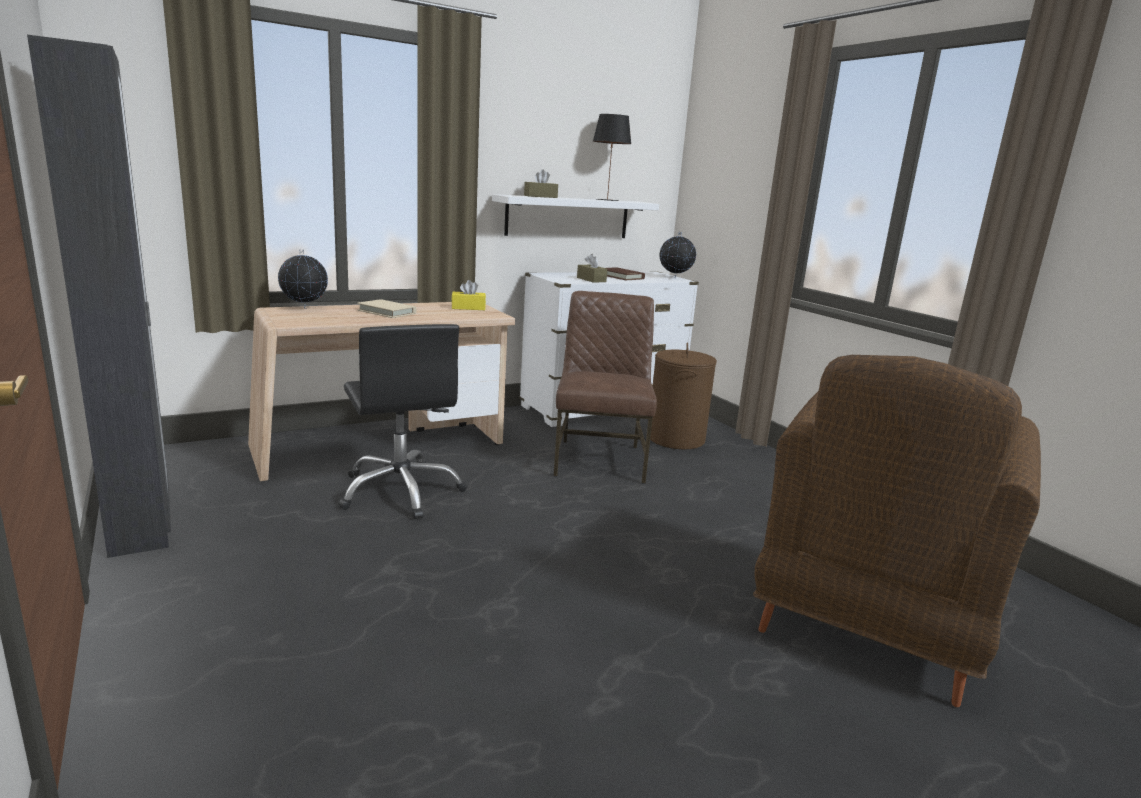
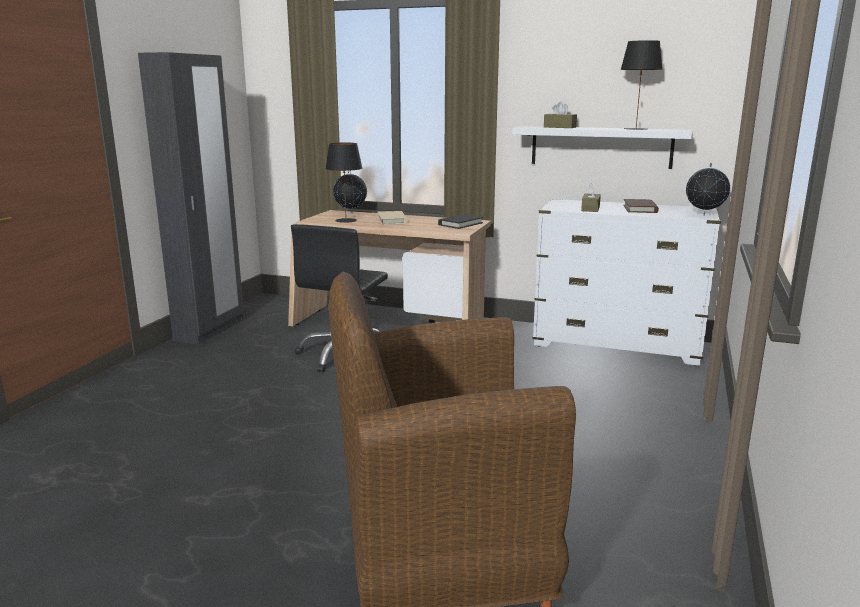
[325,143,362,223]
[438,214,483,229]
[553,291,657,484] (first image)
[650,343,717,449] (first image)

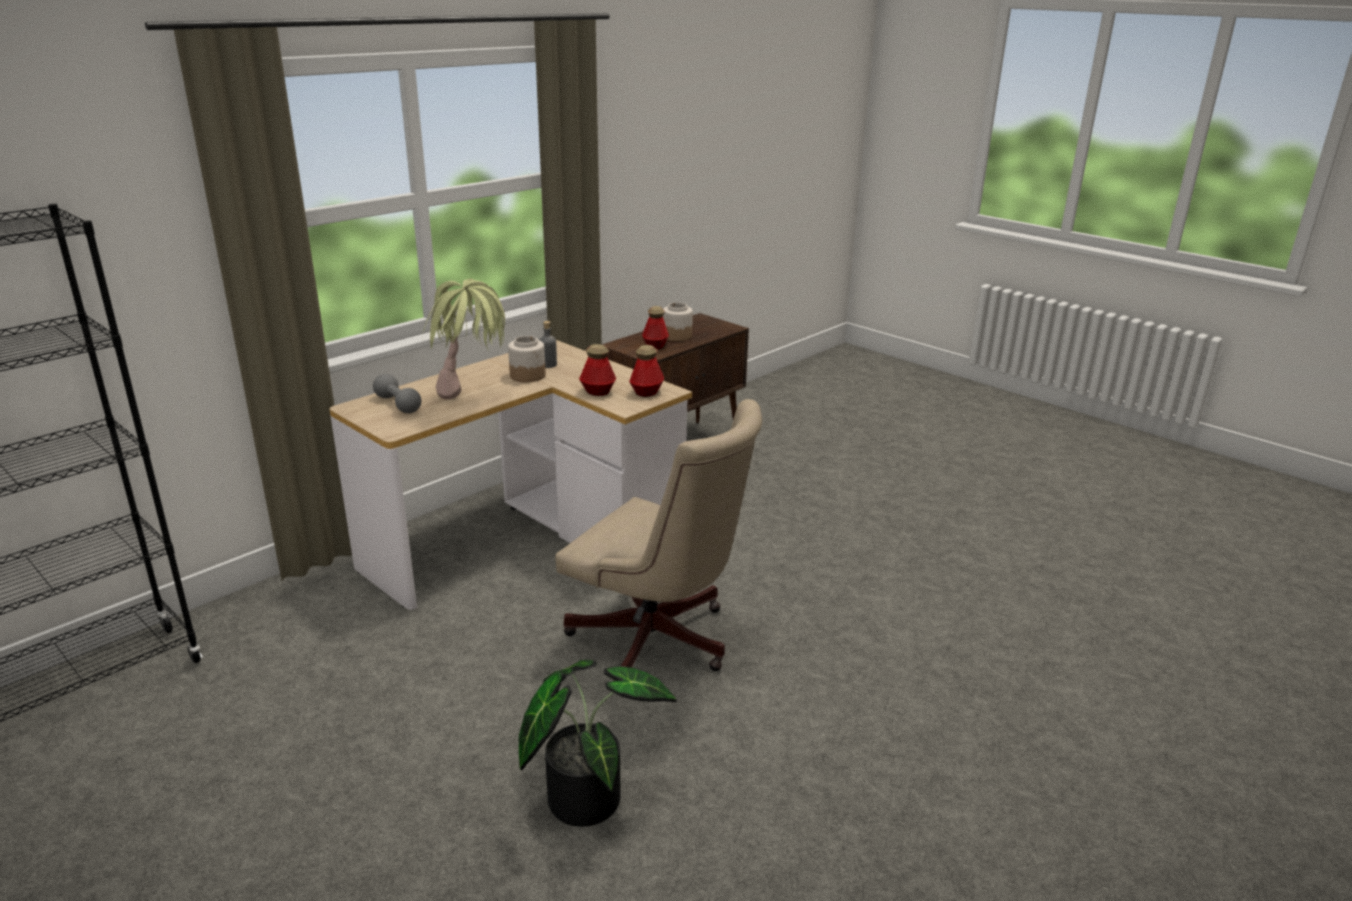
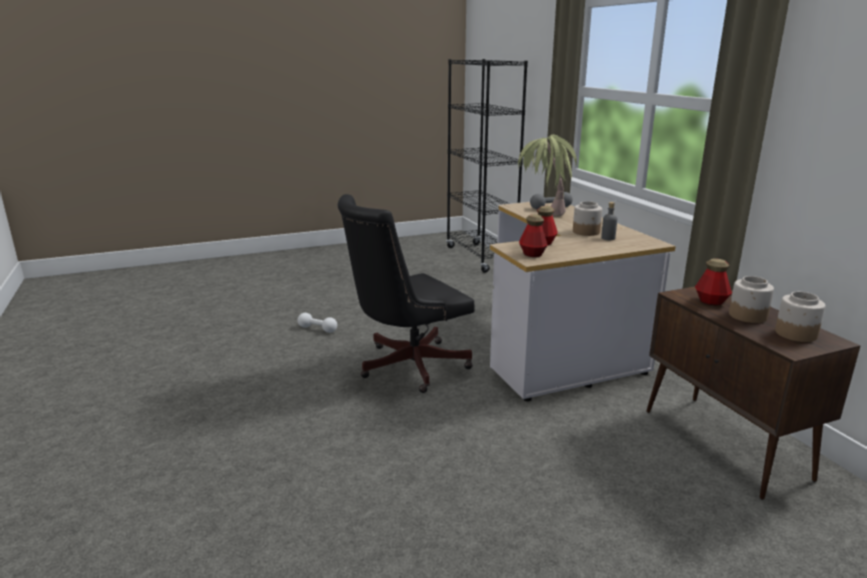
[297,313,337,333]
[338,194,475,393]
[775,292,825,342]

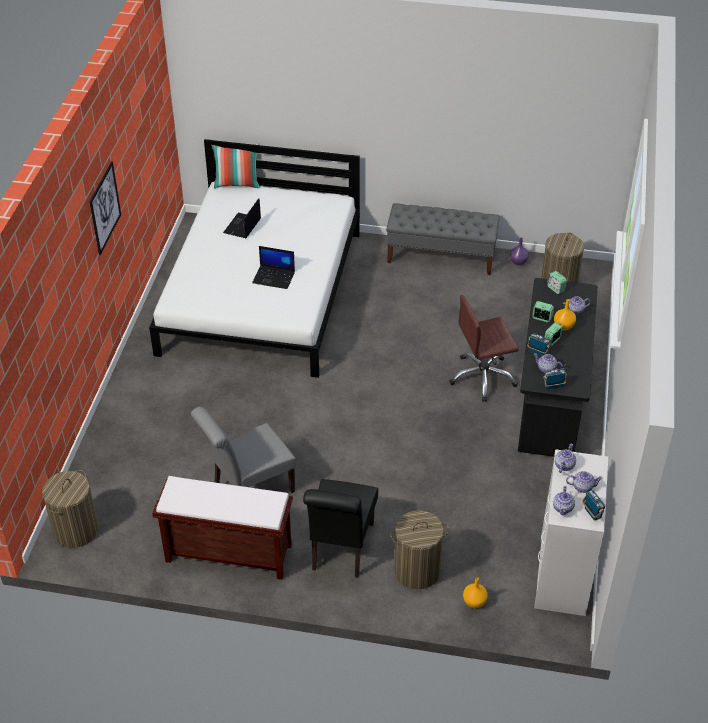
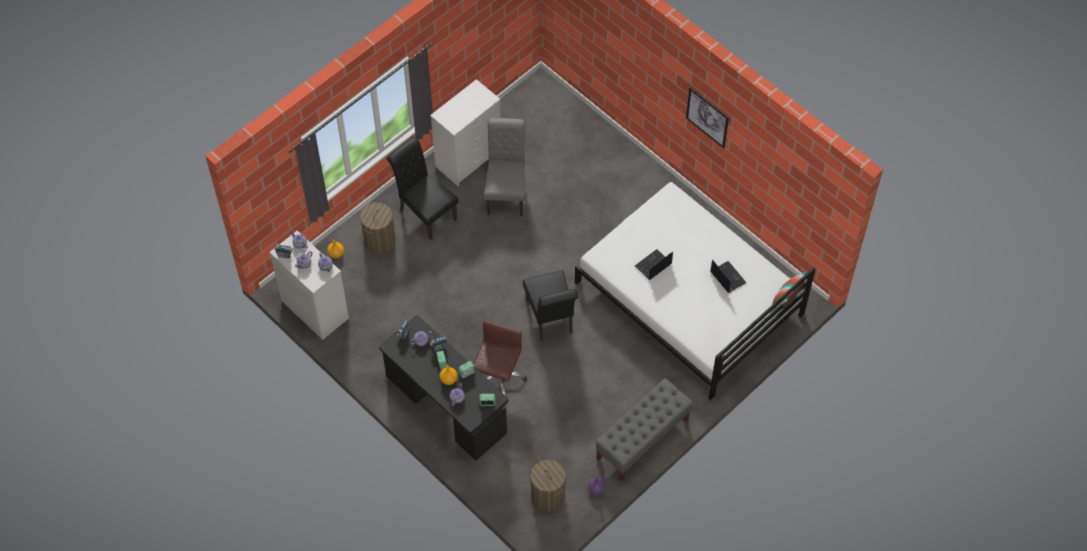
[430,79,500,186]
[523,270,578,341]
[42,470,99,548] (first image)

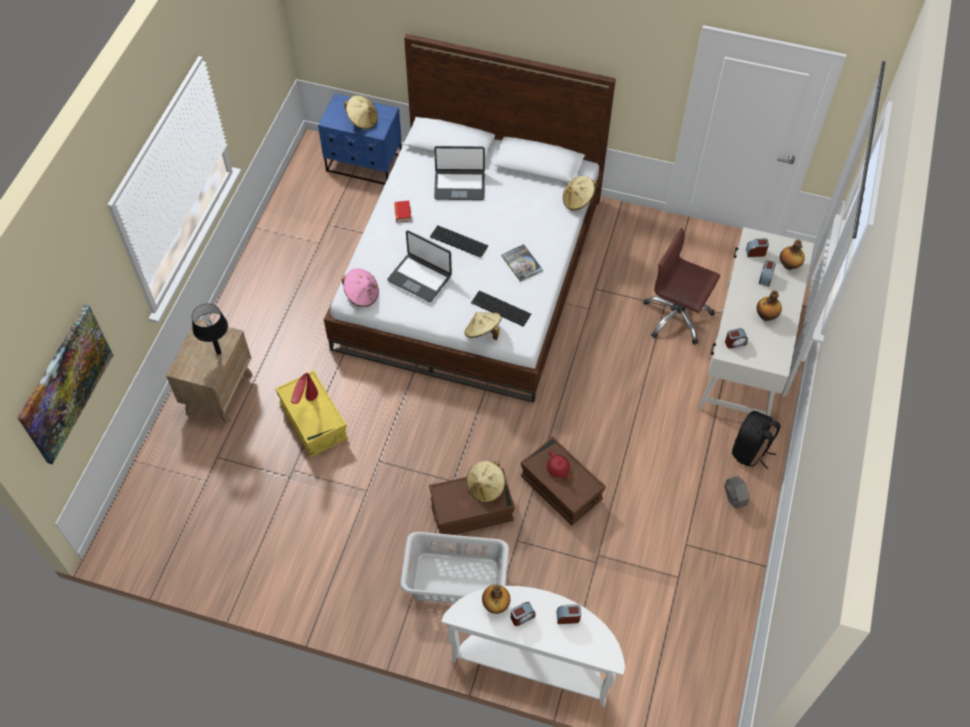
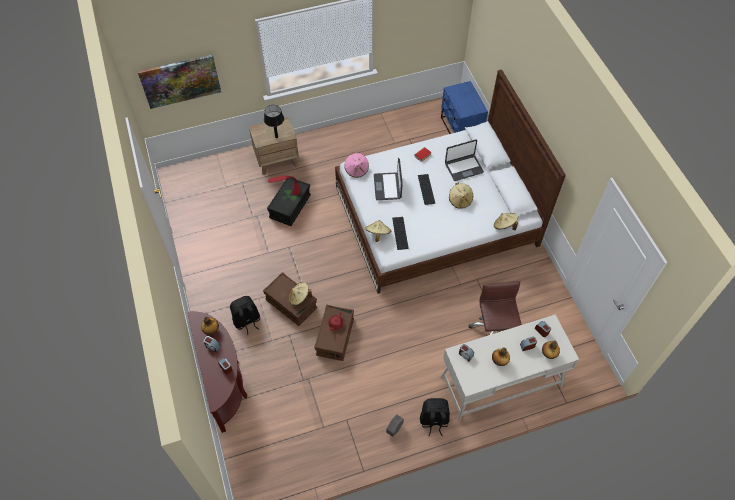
[187,311,247,433]
[230,296,260,335]
[267,178,311,226]
[445,140,484,181]
[449,183,473,209]
[501,244,543,282] (first image)

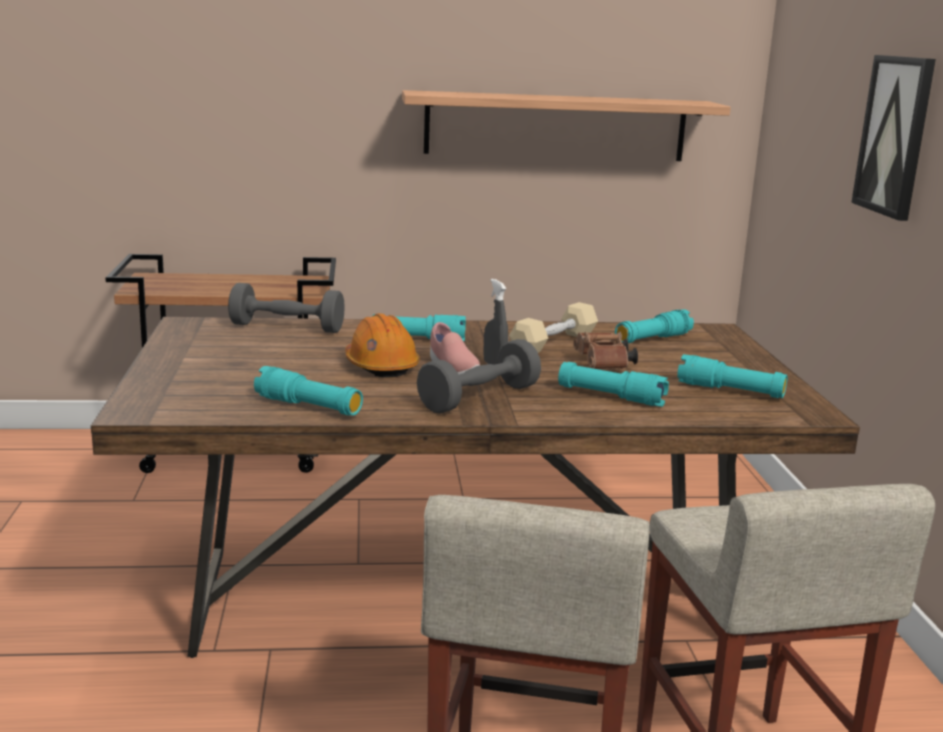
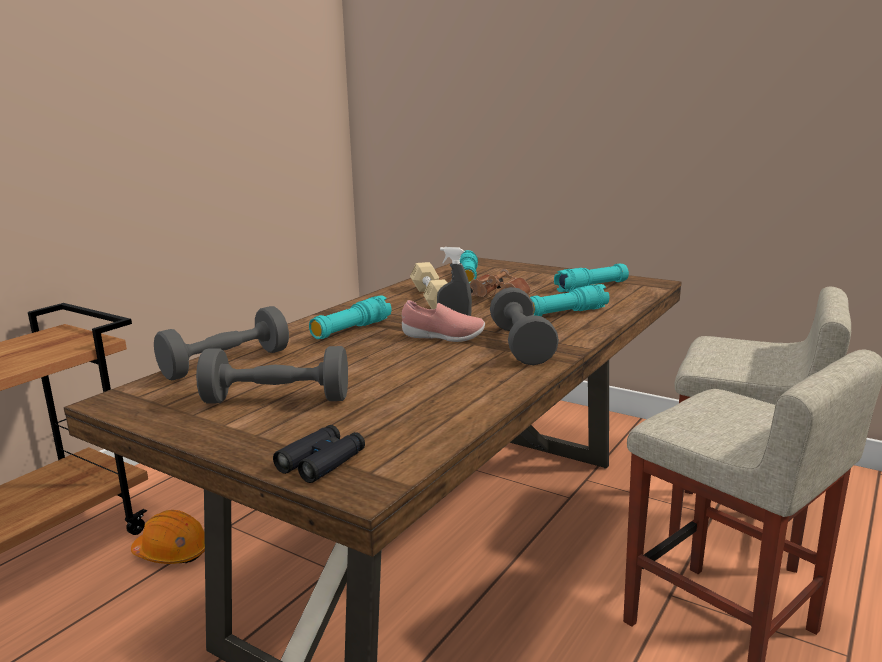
[131,510,205,564]
[196,346,348,404]
[273,425,365,483]
[254,366,363,416] (first image)
[402,90,731,161] (first image)
[851,55,936,221] (first image)

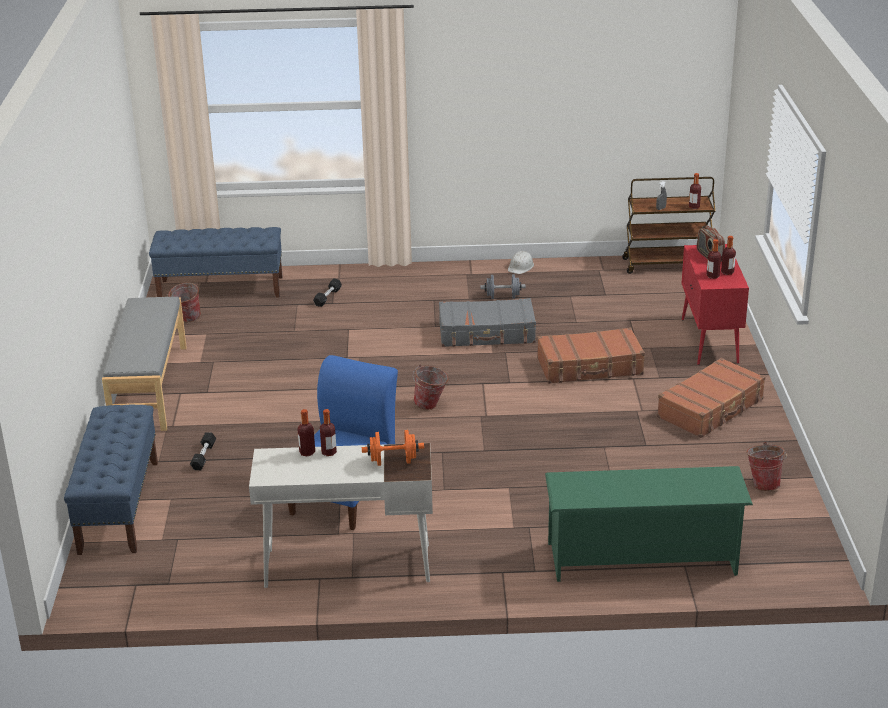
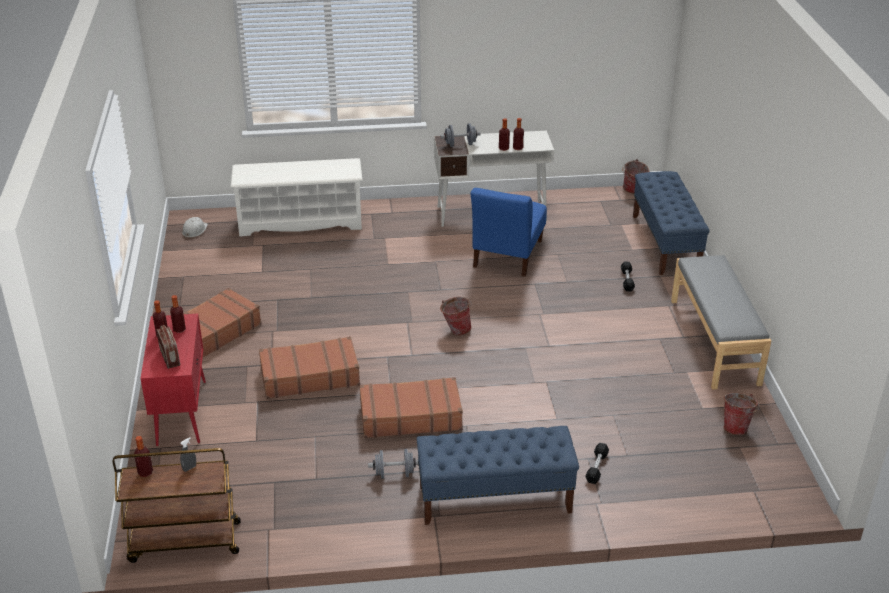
[182,217,208,237]
[231,158,362,237]
[360,377,463,438]
[417,426,579,525]
[440,123,481,147]
[622,159,649,193]

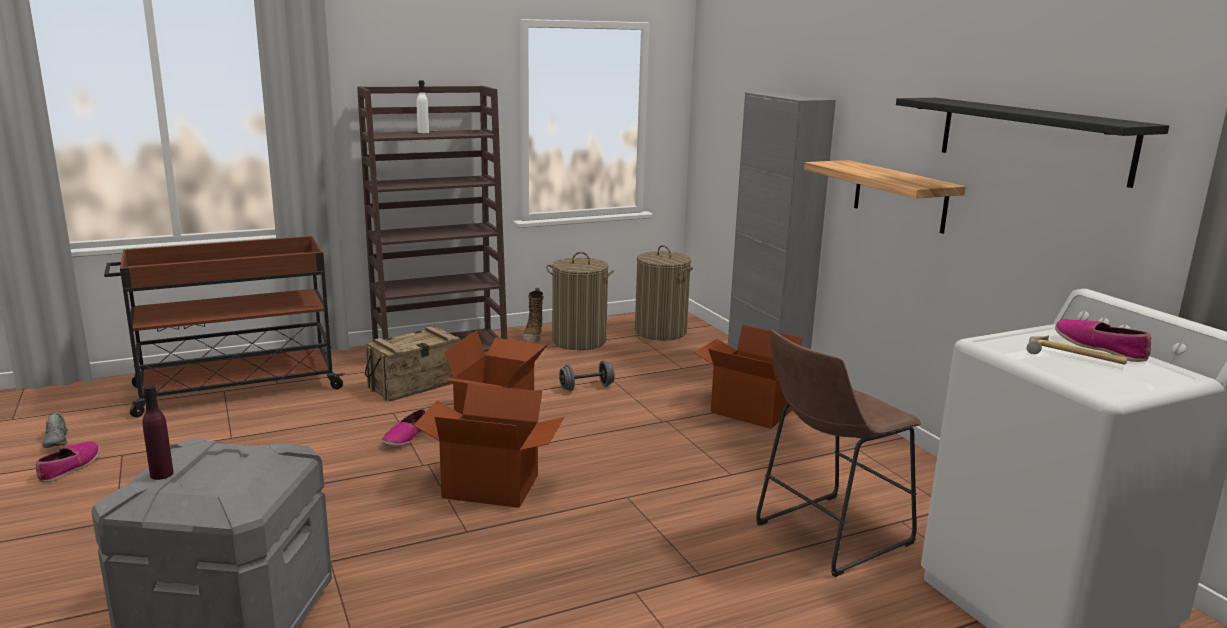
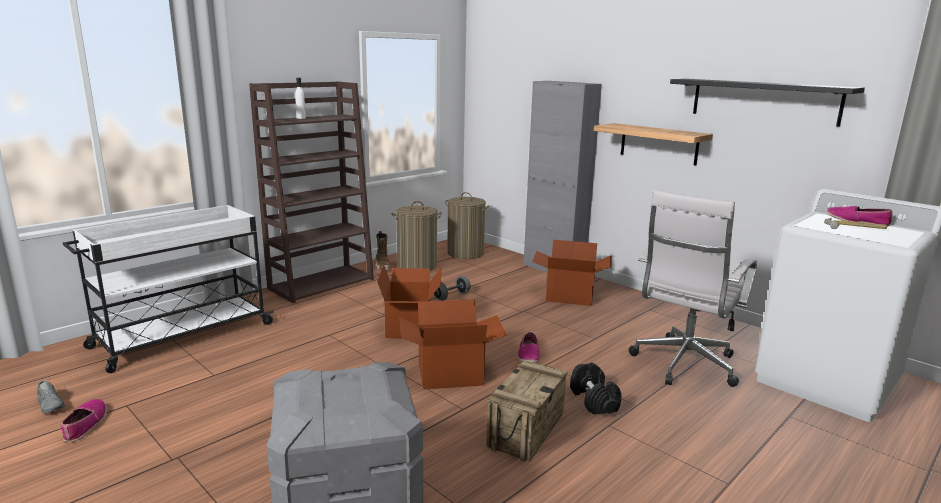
[63,205,274,373]
[486,361,567,462]
[518,332,540,363]
[570,363,622,415]
[629,190,757,387]
[143,385,174,480] (first image)

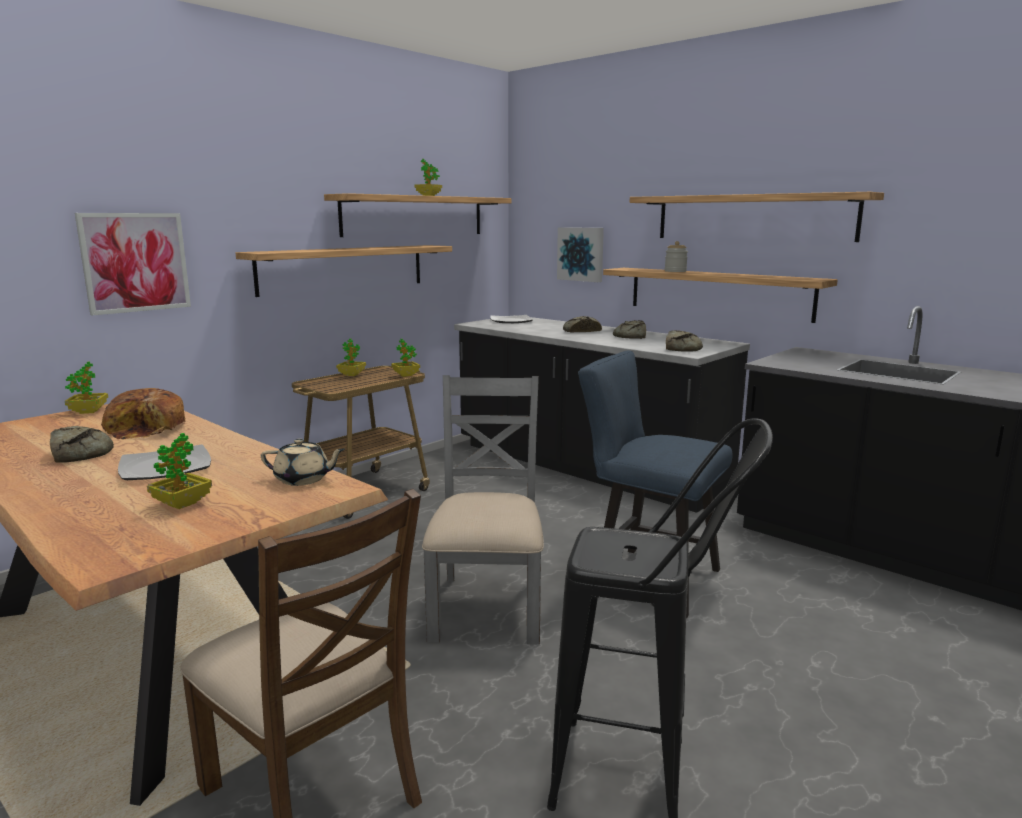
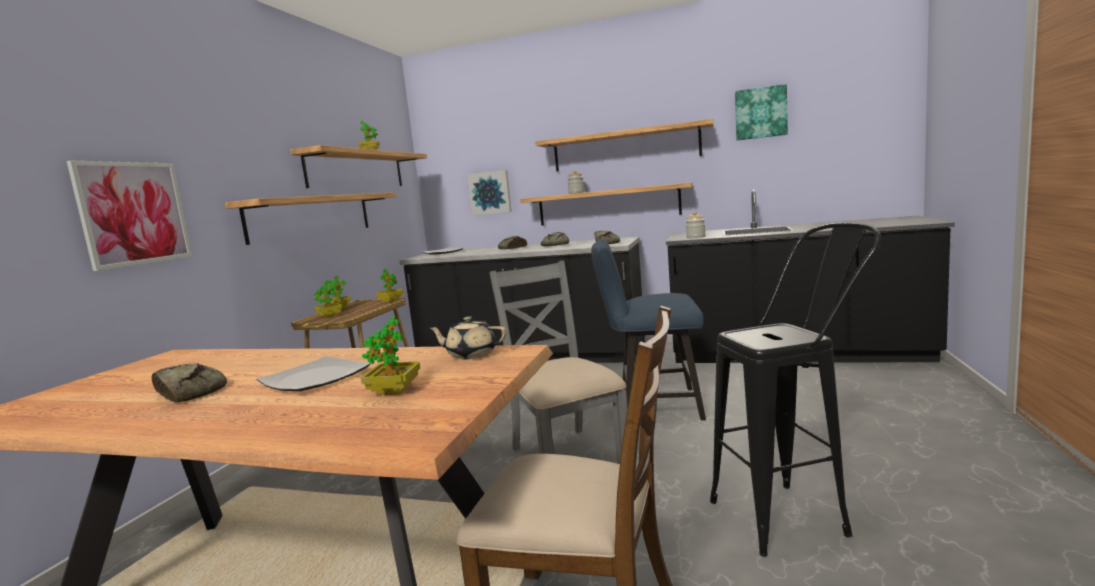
[314,280,342,318]
[428,316,506,359]
[686,212,706,238]
[735,84,788,140]
[101,388,186,440] (first image)

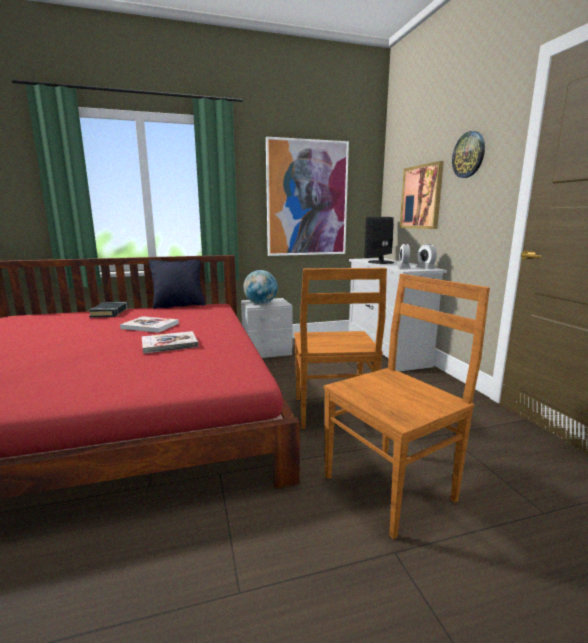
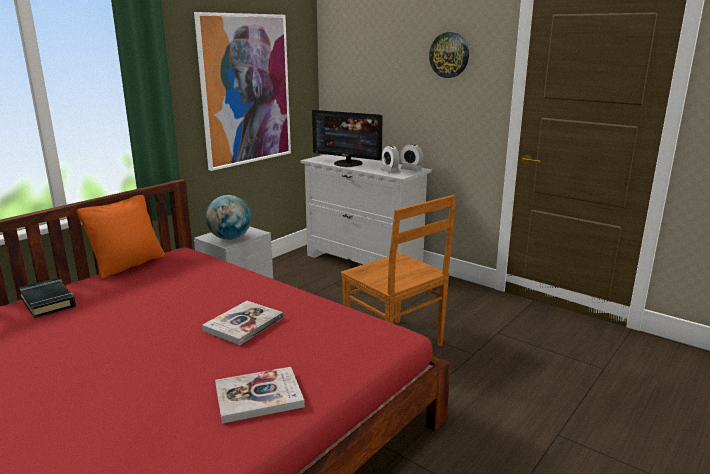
[76,195,165,279]
[215,367,305,424]
[312,110,383,167]
[324,274,490,539] (first image)
[400,161,444,229] (first image)

